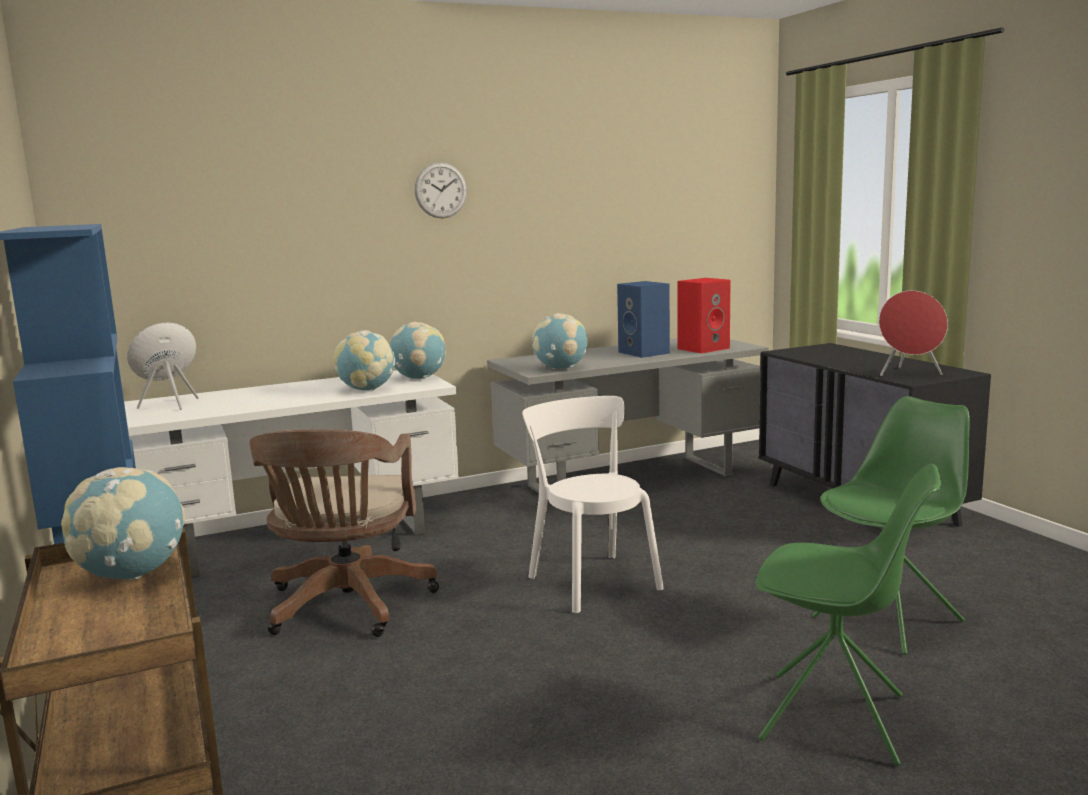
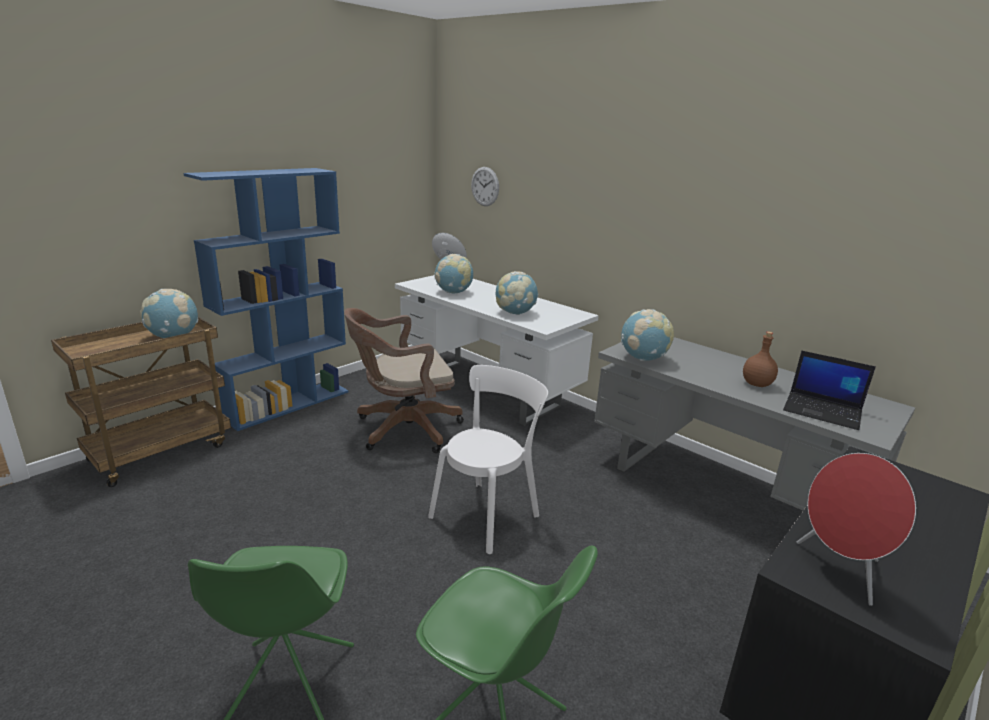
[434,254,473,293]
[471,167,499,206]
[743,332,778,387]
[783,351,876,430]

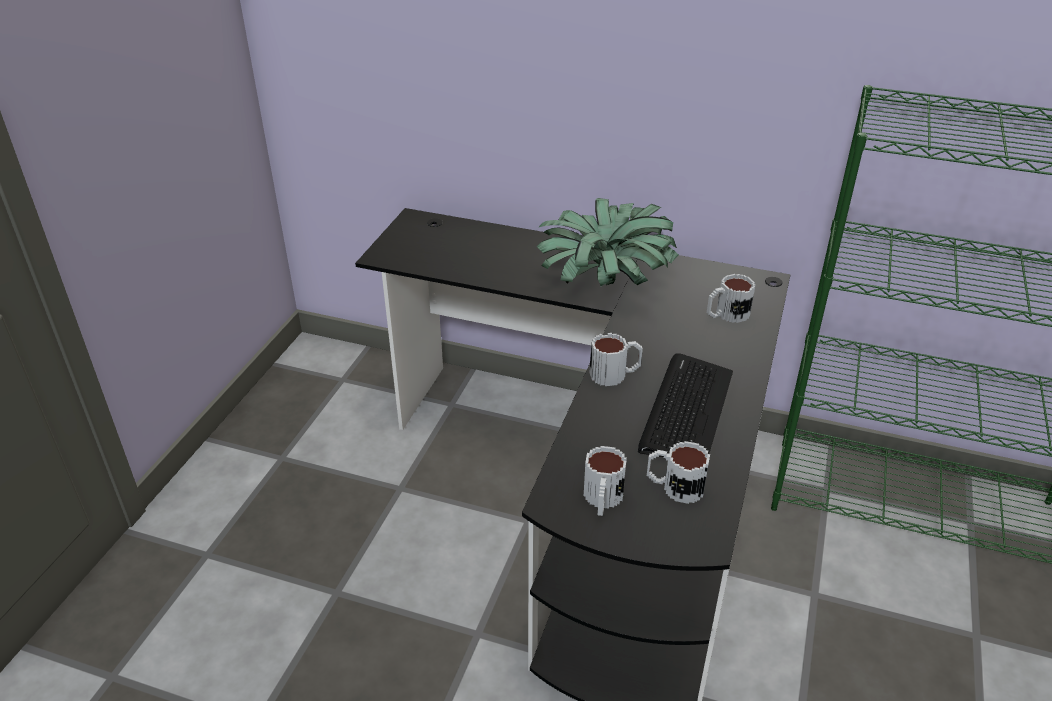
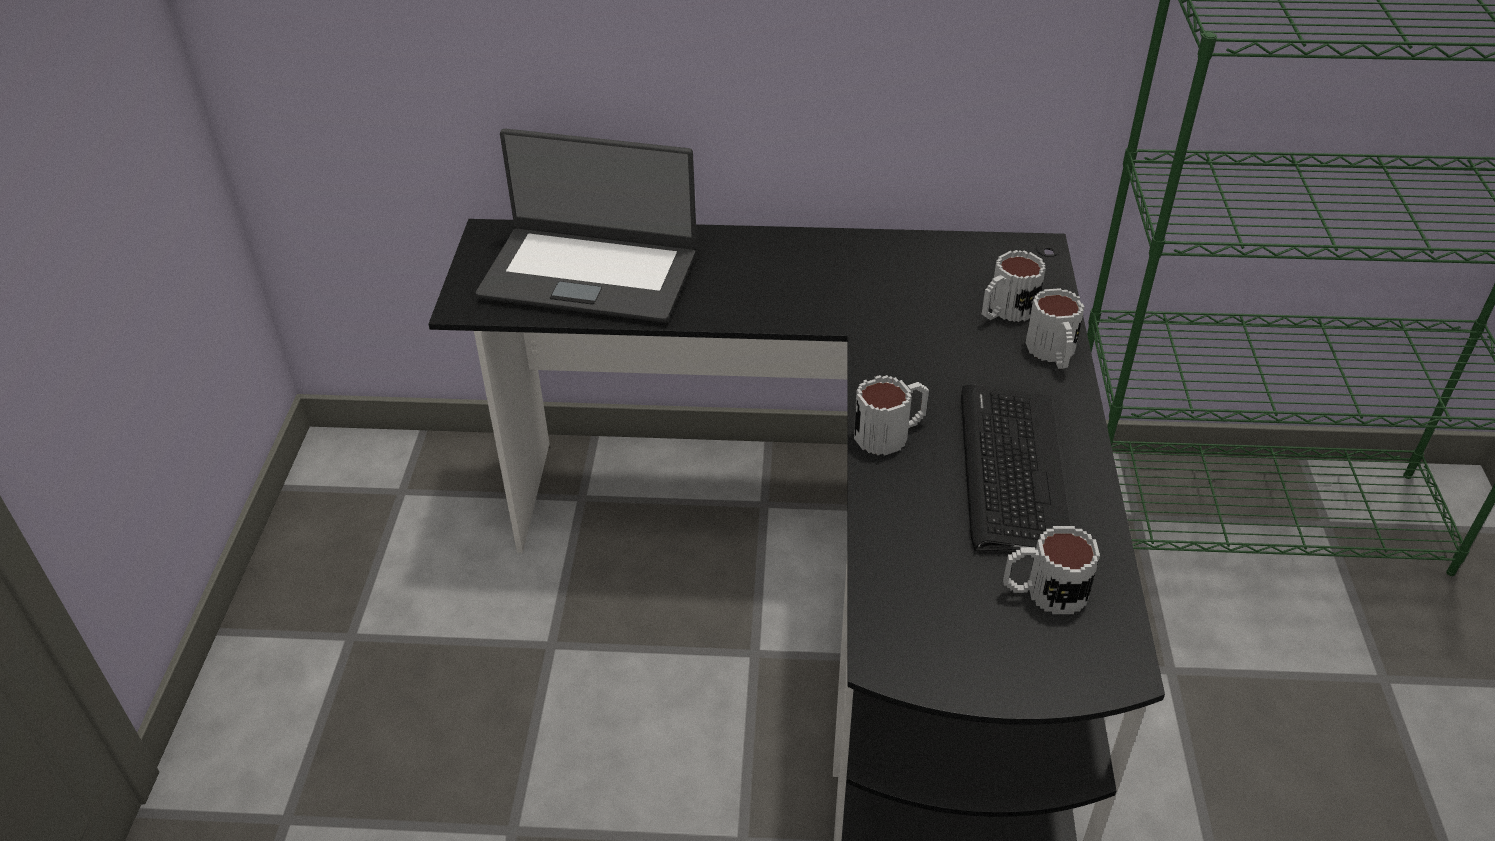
[476,129,697,323]
[1026,288,1084,369]
[536,198,679,286] (first image)

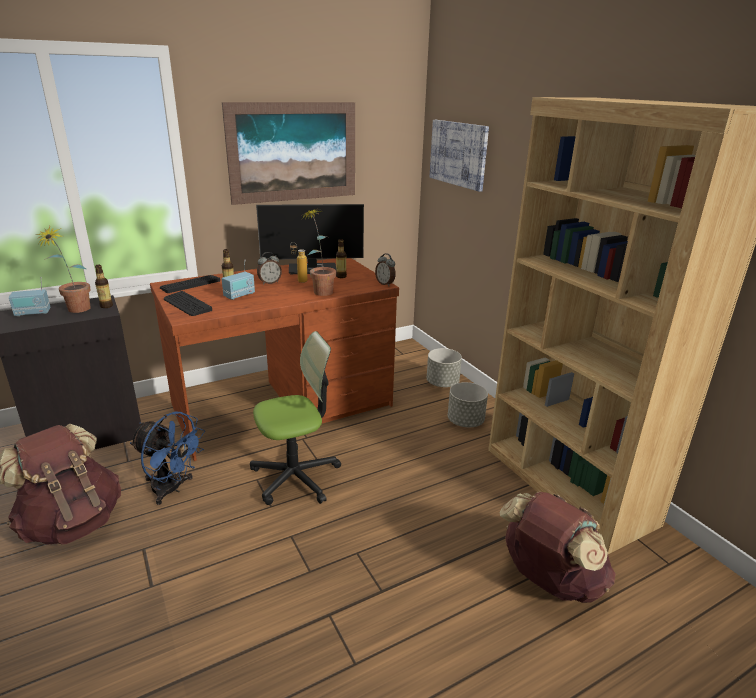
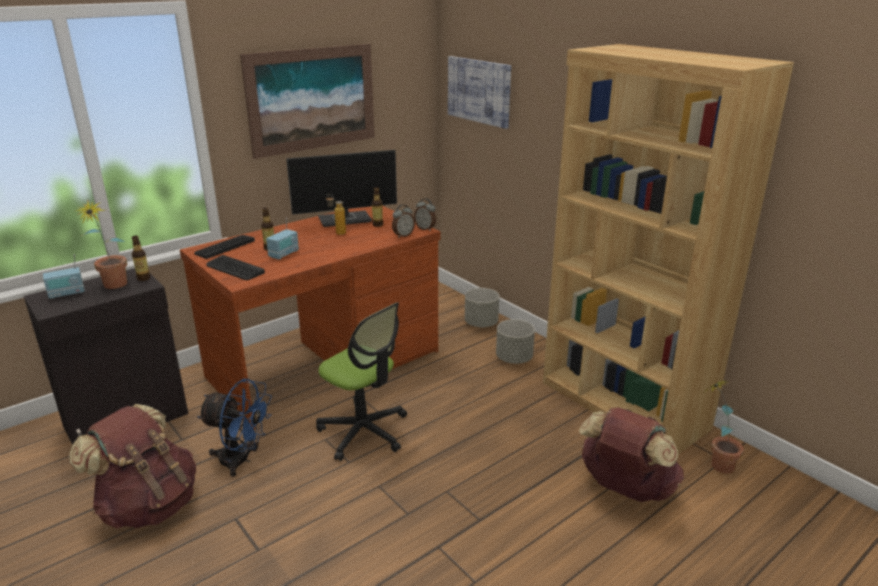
[316,302,407,461]
[392,204,415,238]
[706,381,744,474]

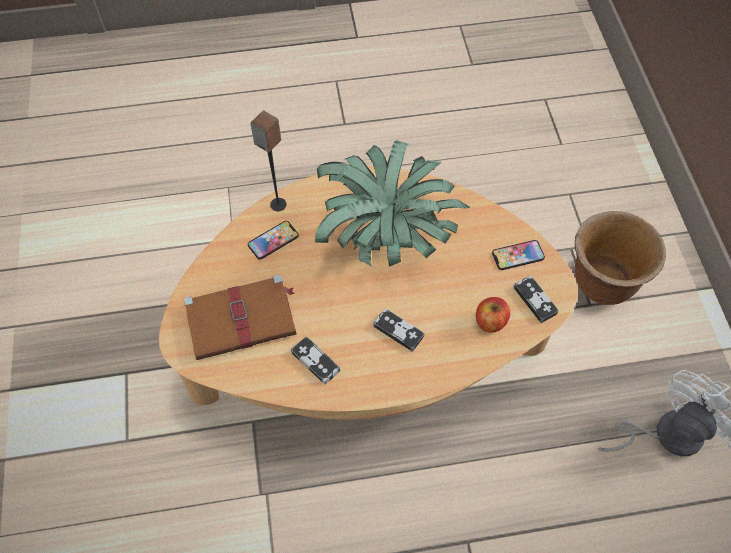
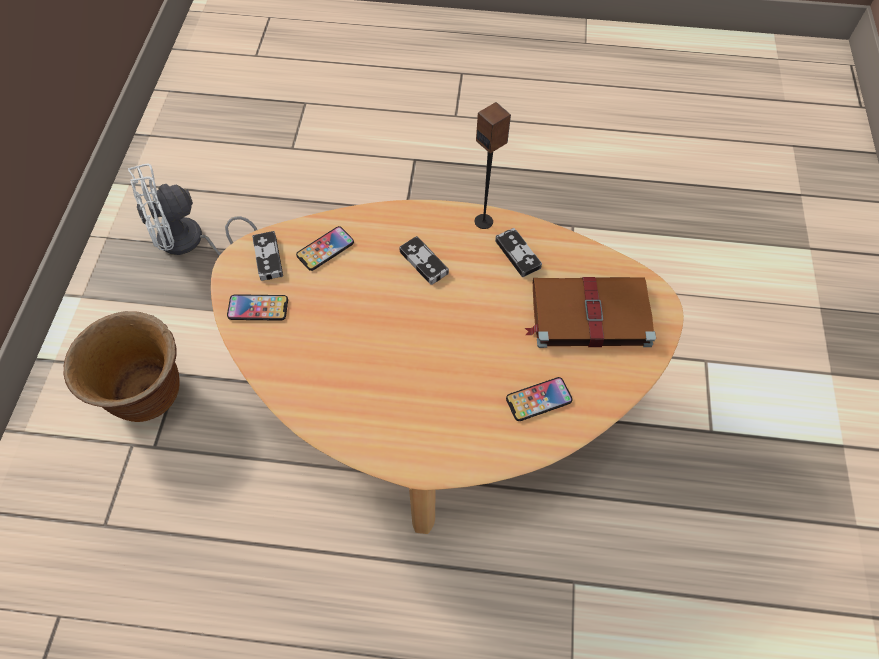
[296,226,354,271]
[475,102,511,229]
[315,140,470,267] (first image)

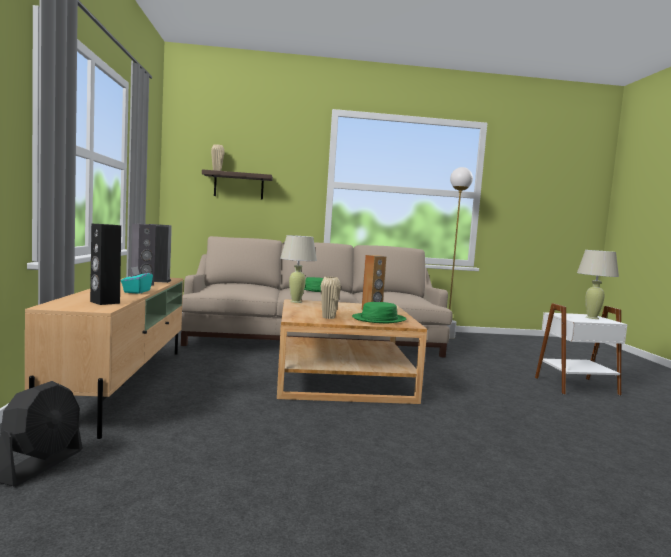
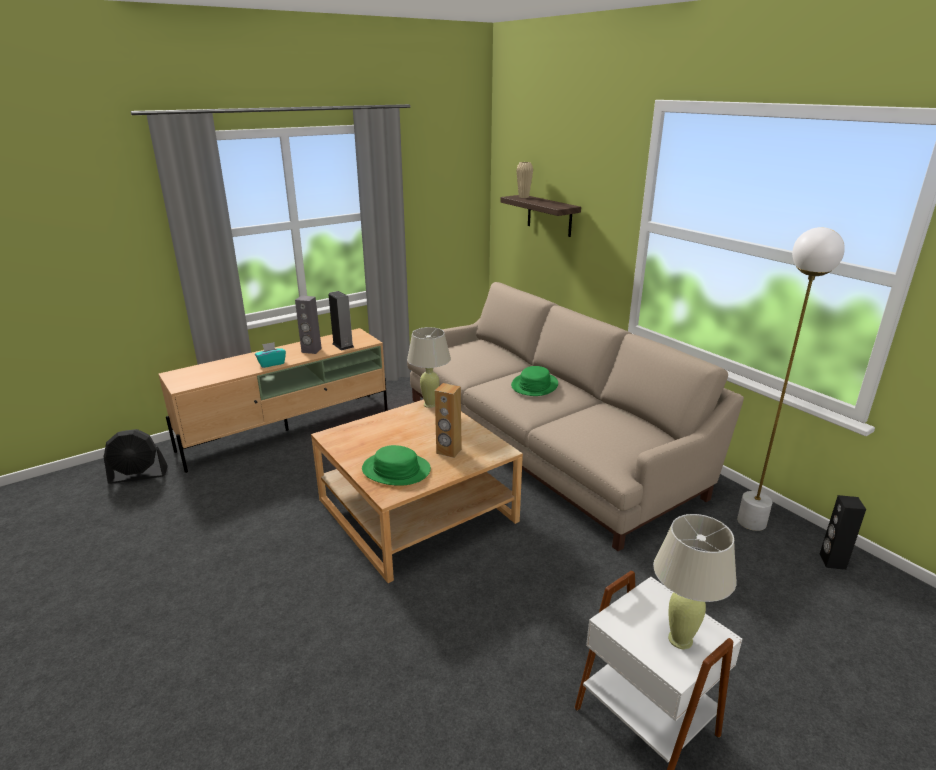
[820,495,866,570]
[321,277,341,319] (first image)

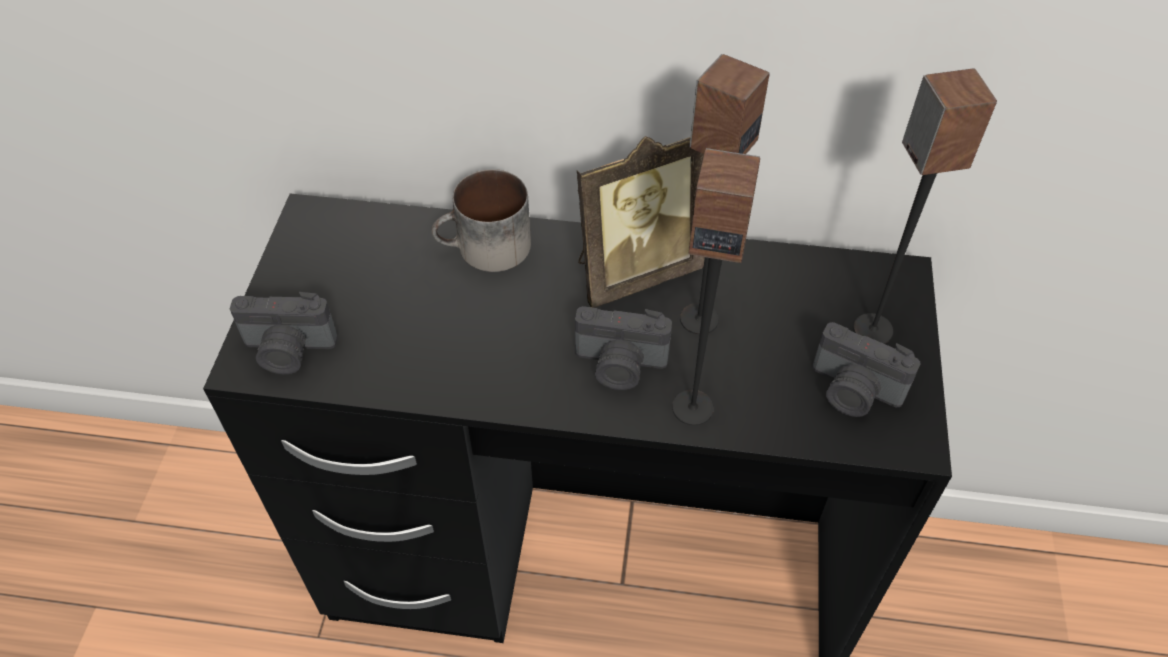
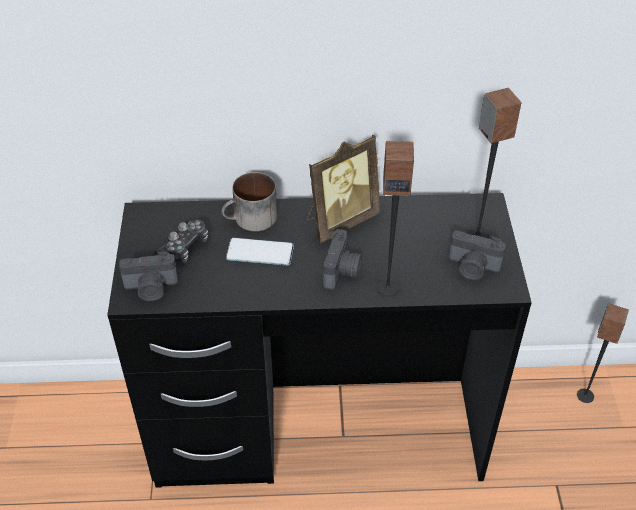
[152,219,208,263]
[226,238,294,265]
[323,229,362,290]
[577,303,629,403]

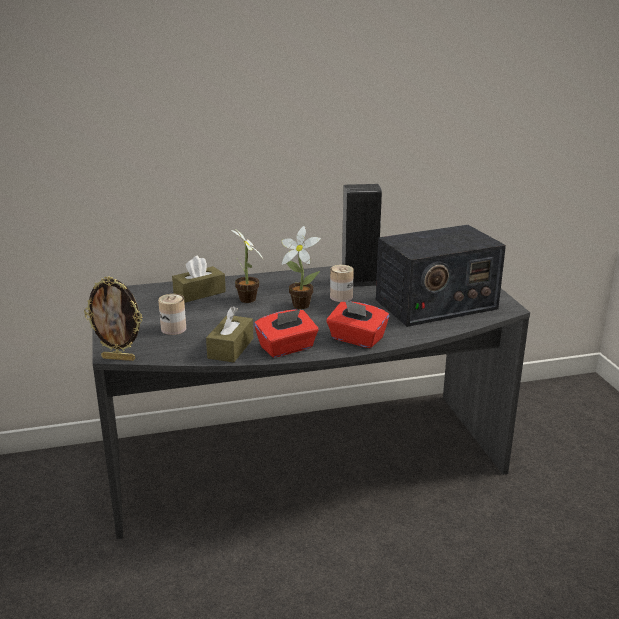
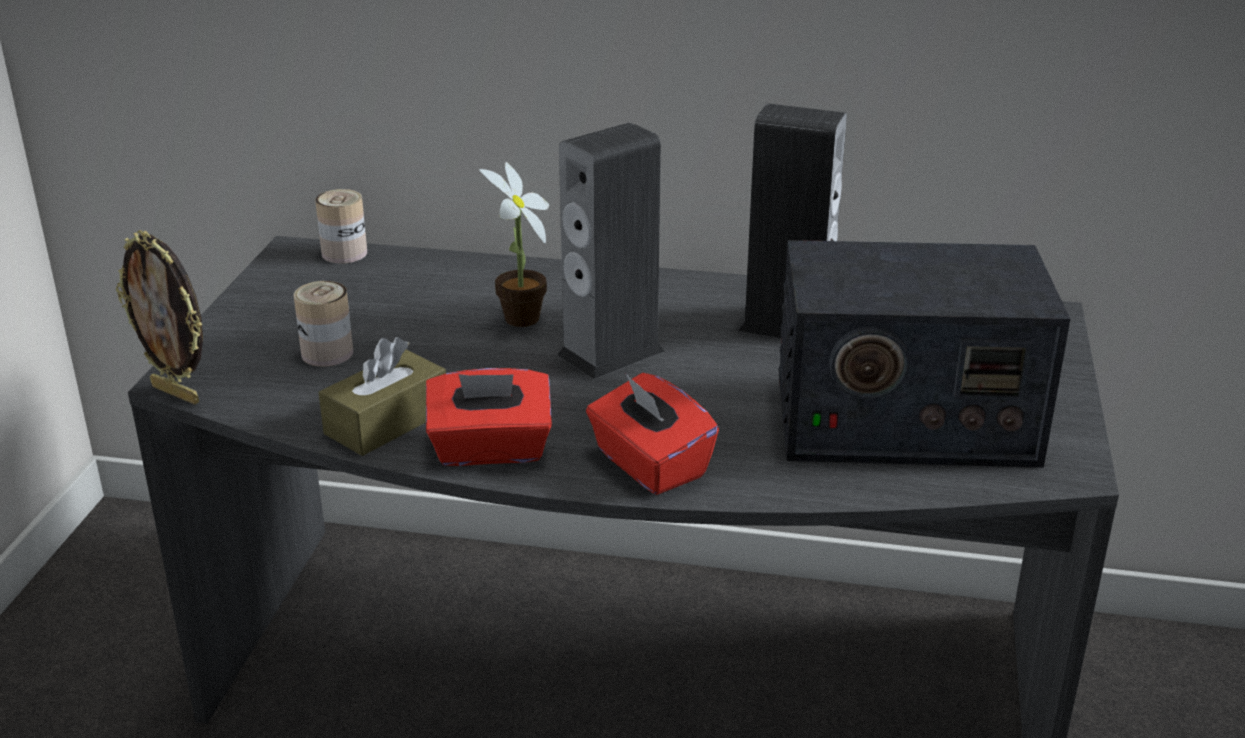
[315,189,367,264]
[557,122,664,379]
[172,256,226,303] (first image)

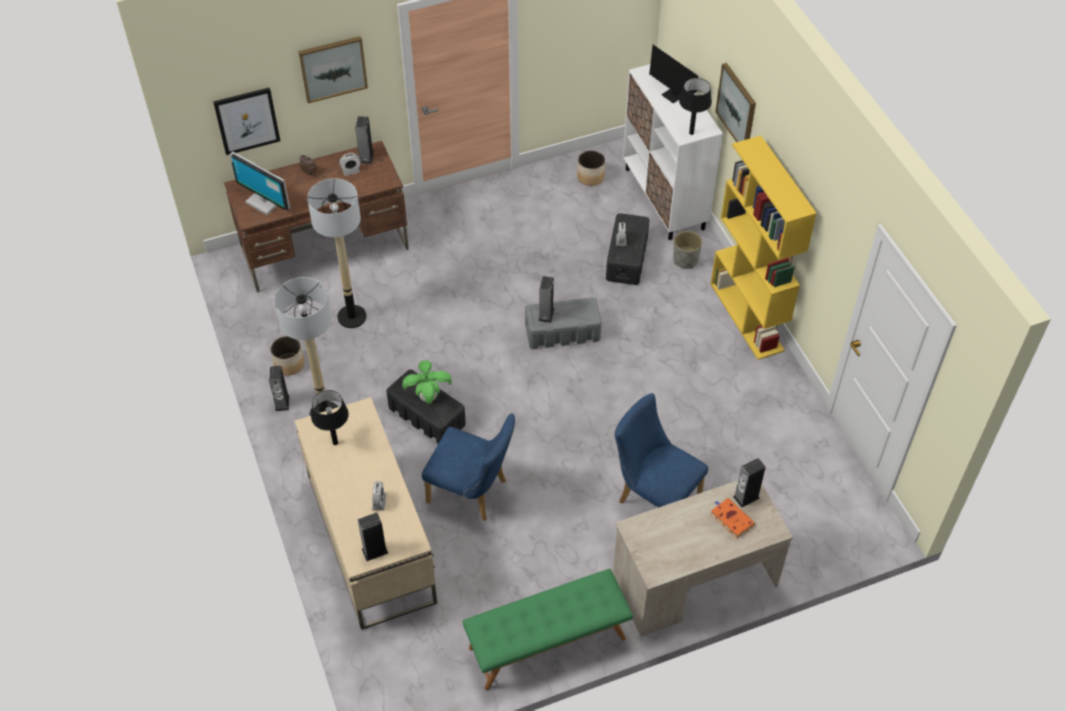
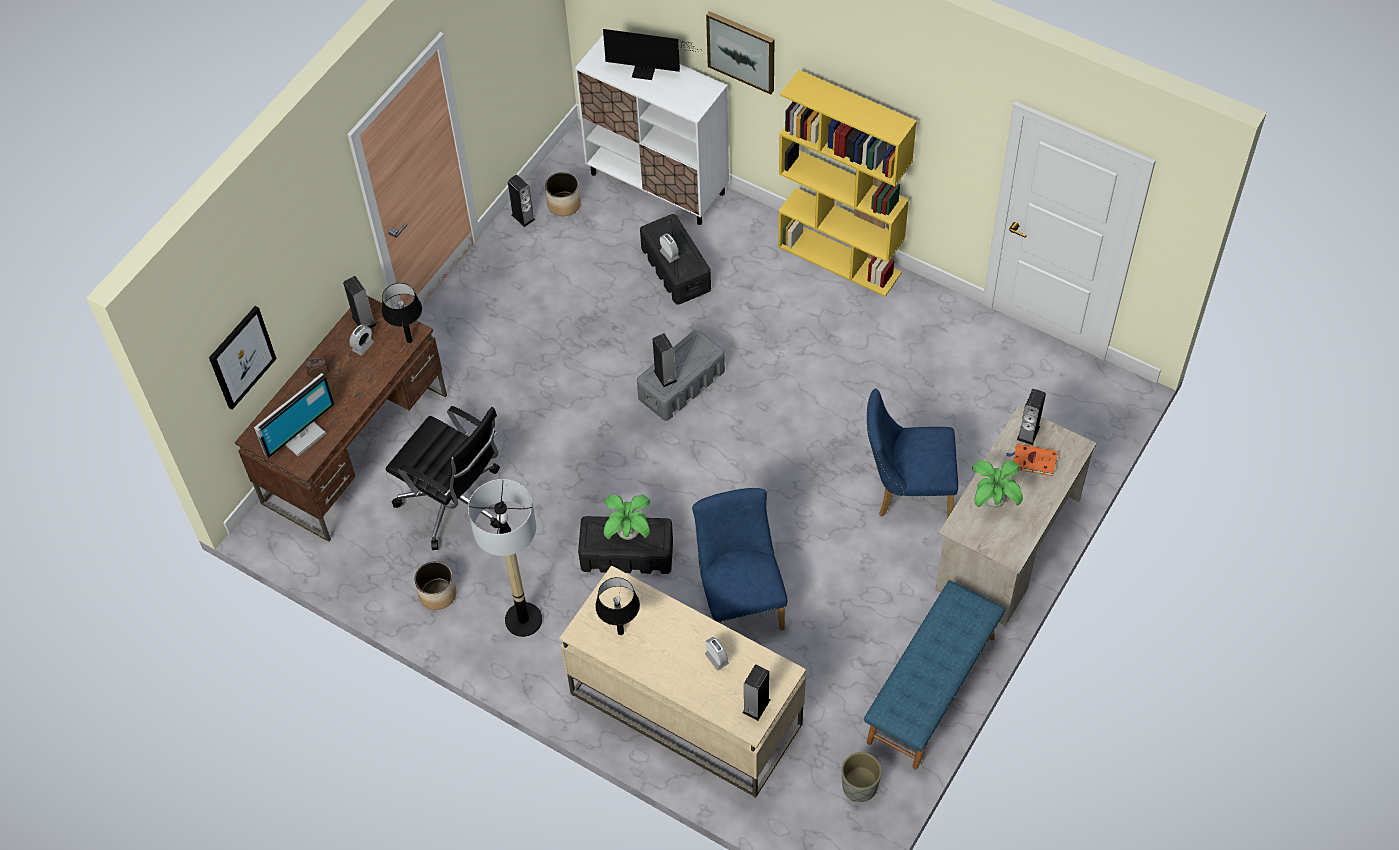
[254,373,335,458]
[382,283,422,343]
[386,406,500,550]
[507,175,536,227]
[692,488,787,631]
[842,752,882,802]
[864,580,1005,769]
[972,461,1023,508]
[298,36,368,103] (first image)

